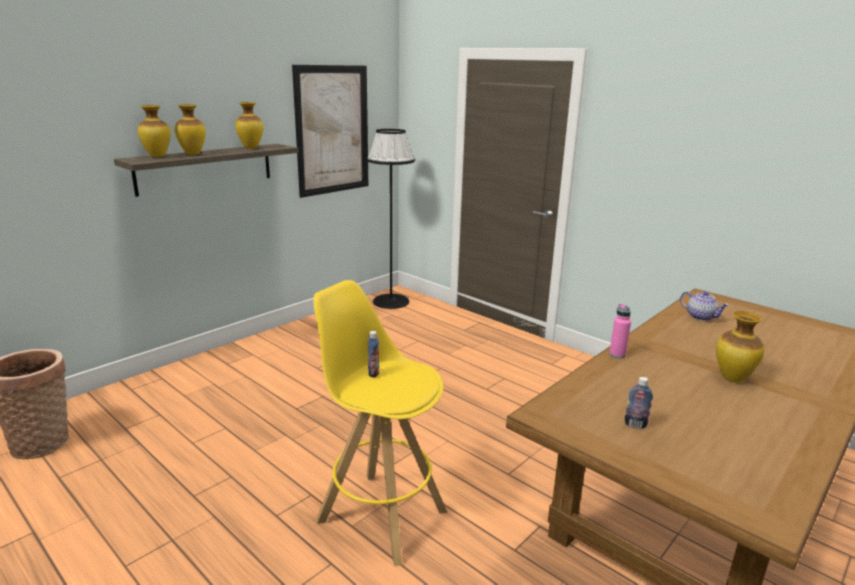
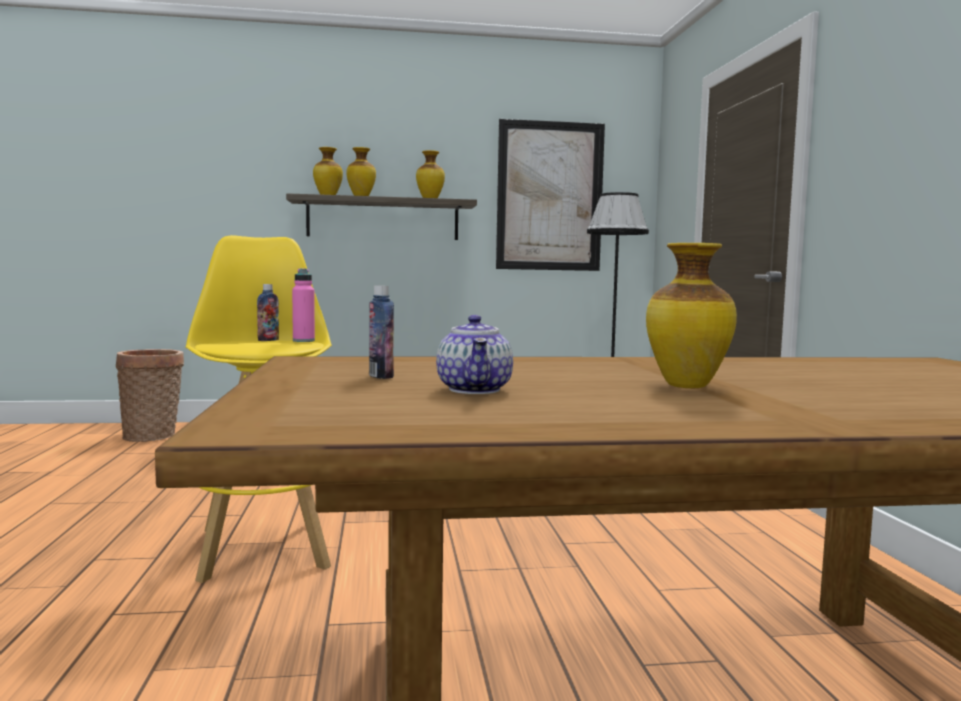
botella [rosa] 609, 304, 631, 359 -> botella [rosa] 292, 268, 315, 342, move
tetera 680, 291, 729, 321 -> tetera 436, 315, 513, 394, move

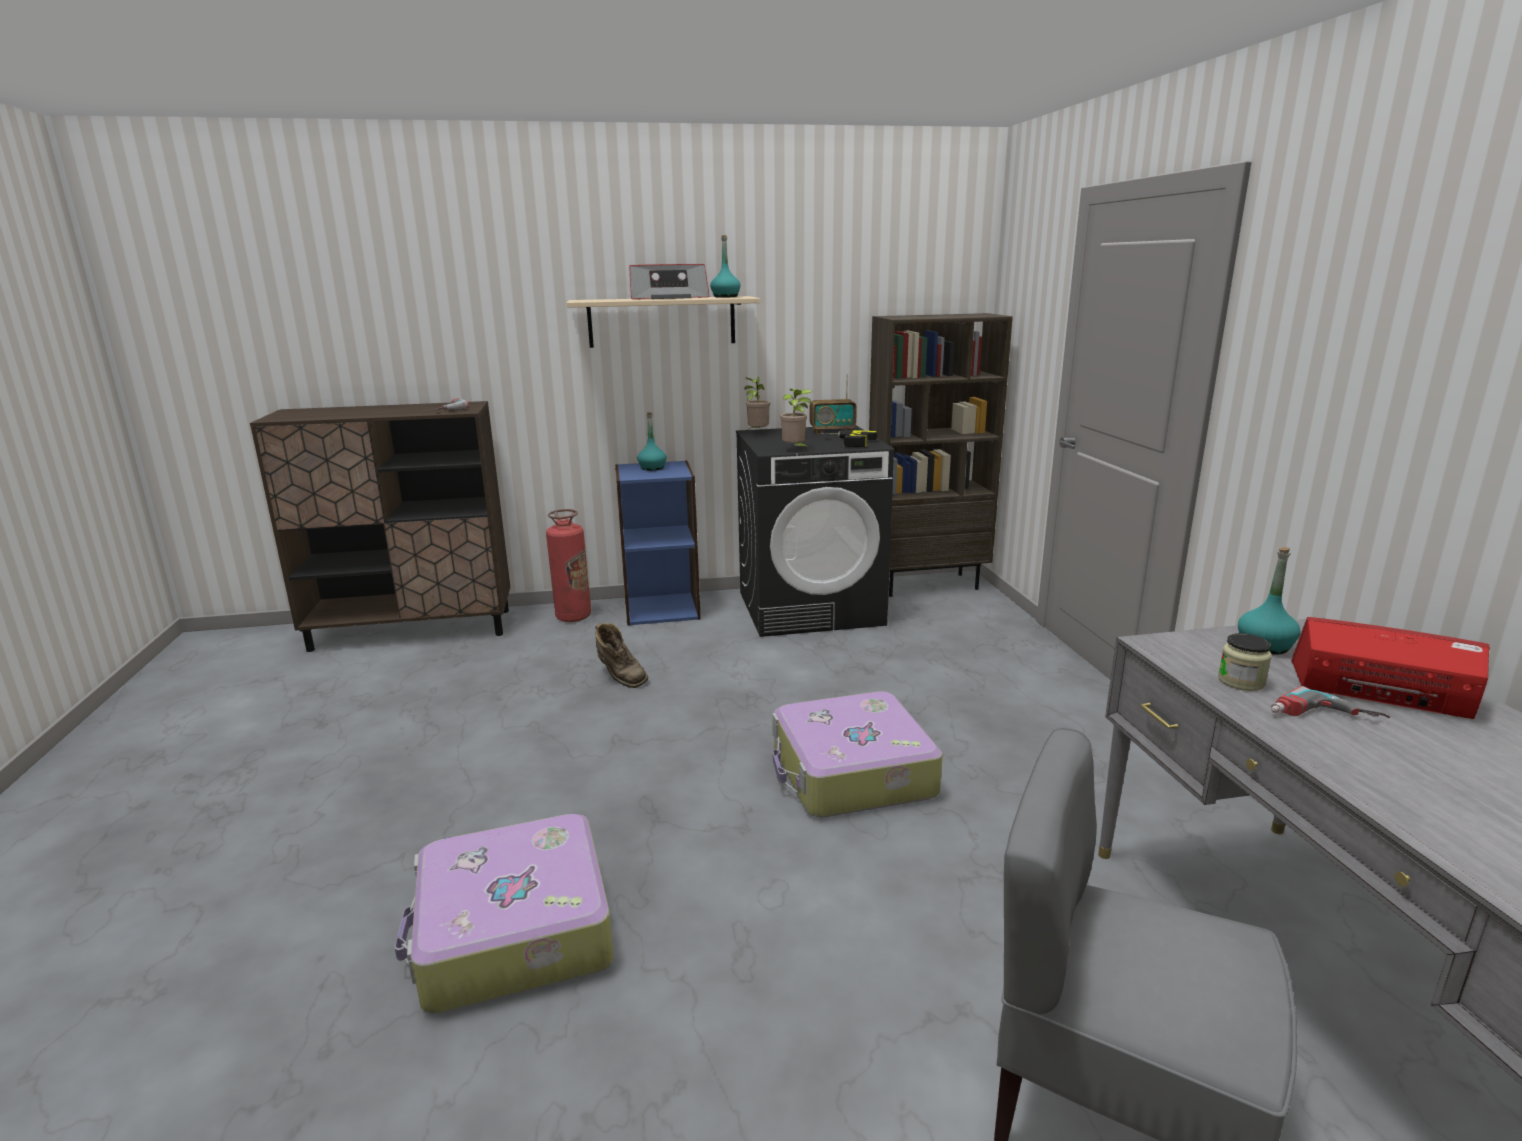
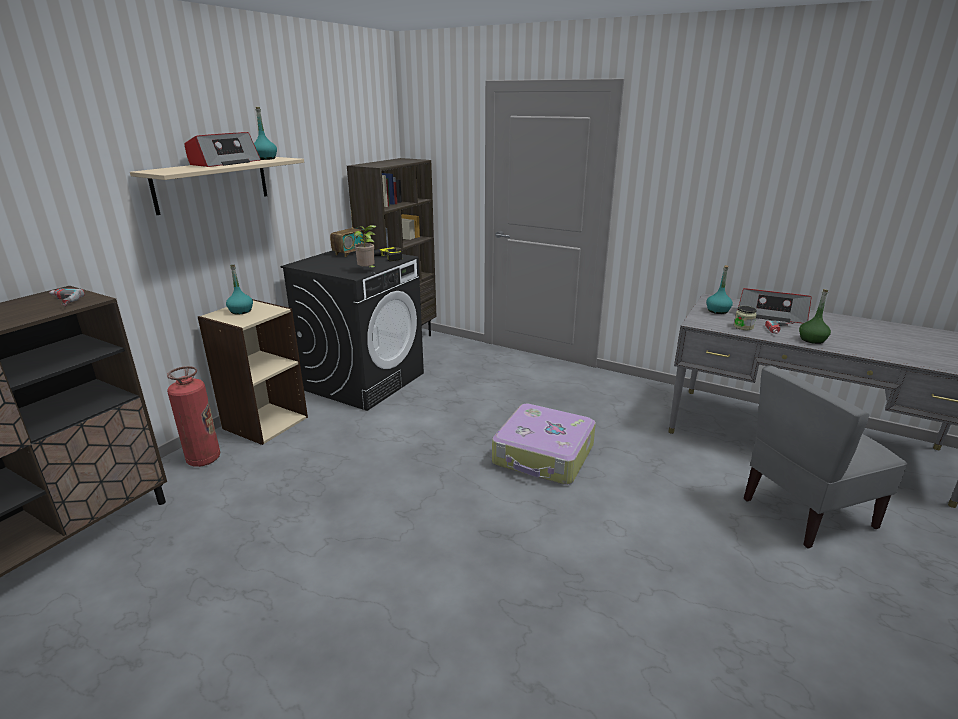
estantería [azul] 615, 460, 701, 626 -> estantería [beis] 198, 299, 308, 445
radio 1291, 617, 1490, 719 -> radio 738, 288, 812, 324, 135 degrees counterclockwise
none -> botella [verde] 799, 289, 831, 344
maleta 395, 814, 613, 1014 -> none
bota [marrón] 596, 623, 648, 688 -> none
planta en maceta 745, 376, 770, 431 -> none

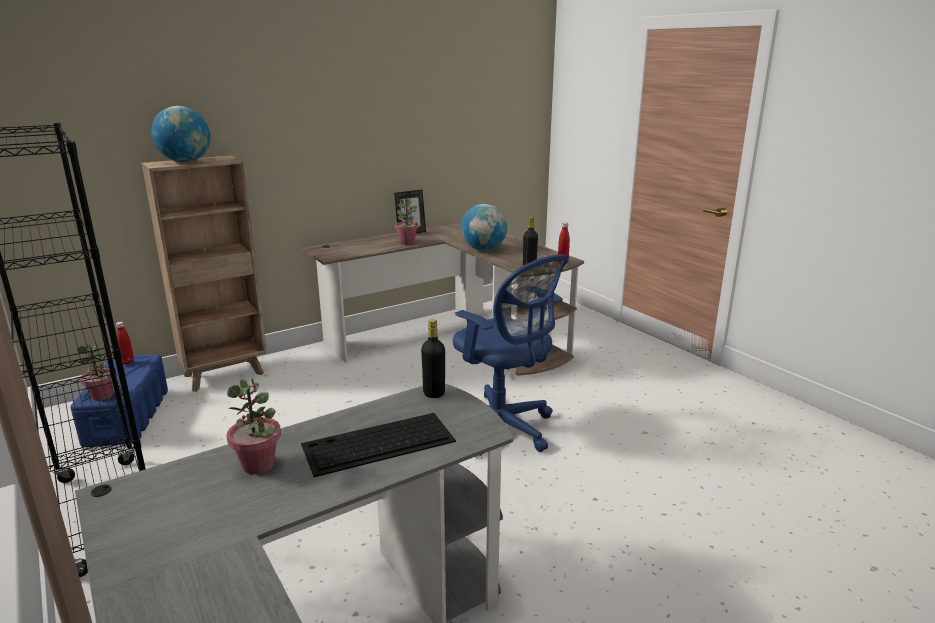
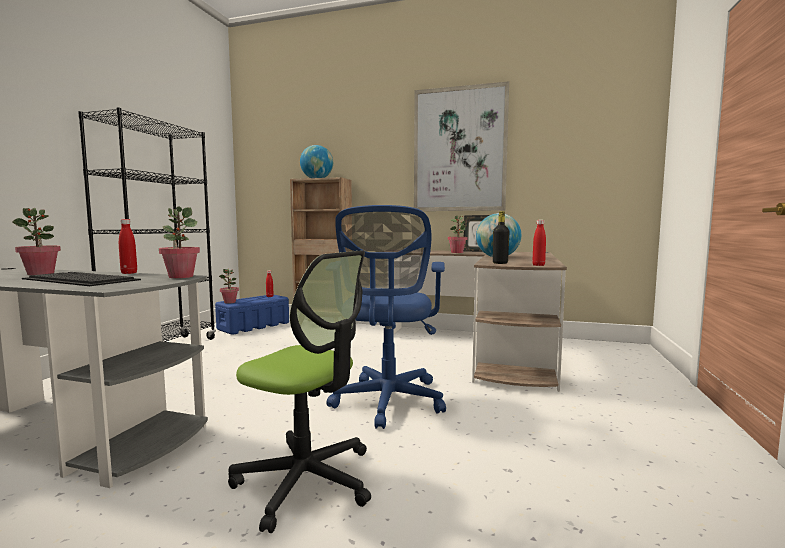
none -> botella [rojo] 119, 219, 137, 274
botella [negro] 421, 319, 445, 398 -> planta en maceta 159, 206, 200, 278
none -> silla de oficina 228, 251, 371, 533
none -> cuadro 414, 81, 509, 211

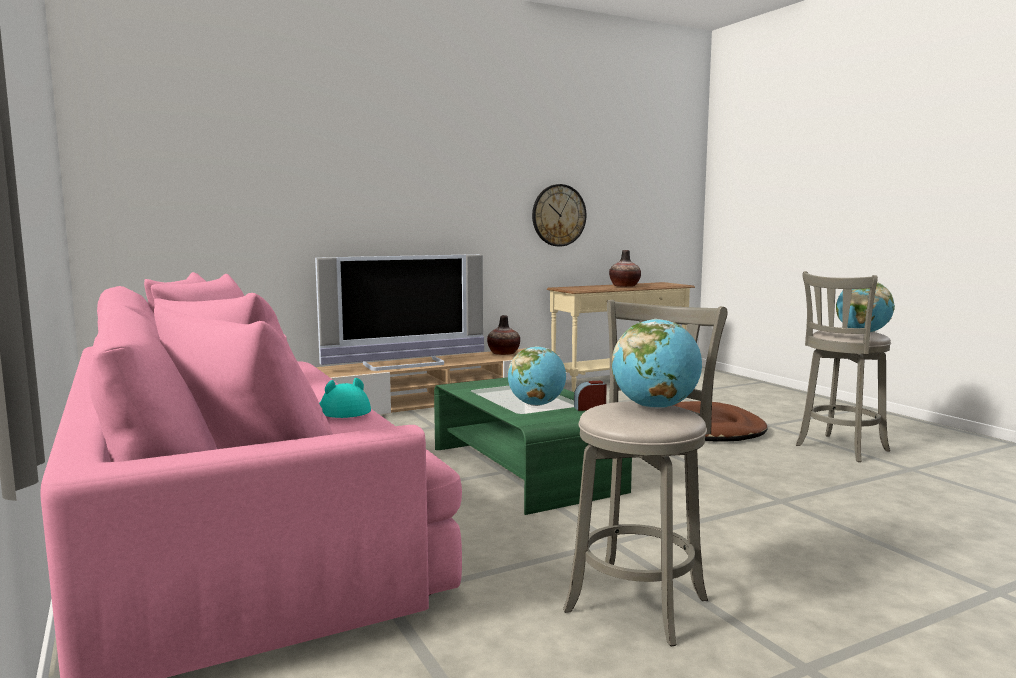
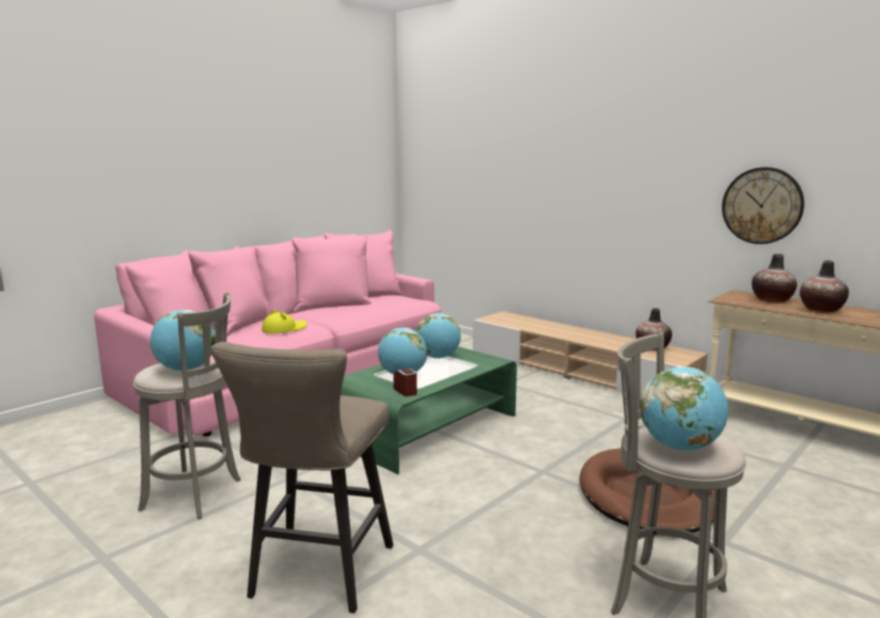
none -> taburete [beis] 211, 342, 393, 613
sombrero [turquesa] 319, 378, 371, 418 -> sombrero [amarillo] 262, 309, 307, 334
none -> globo terráqueo 416, 313, 461, 358
none -> florero 752, 254, 797, 302
televisor 315, 254, 484, 371 -> none

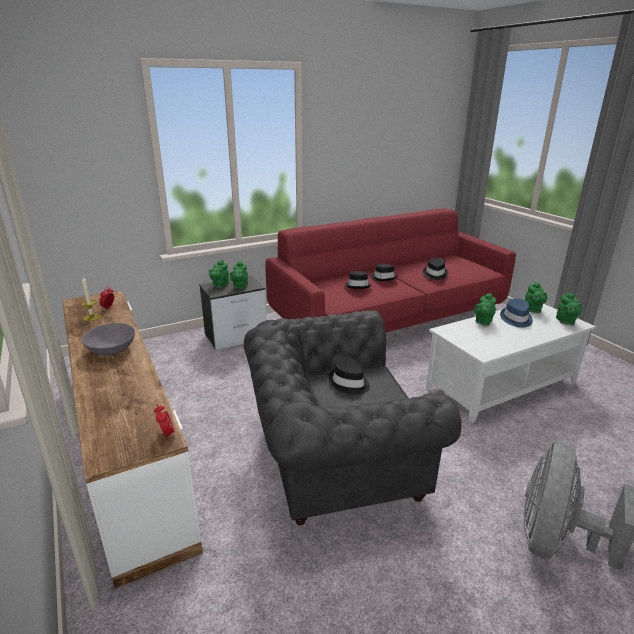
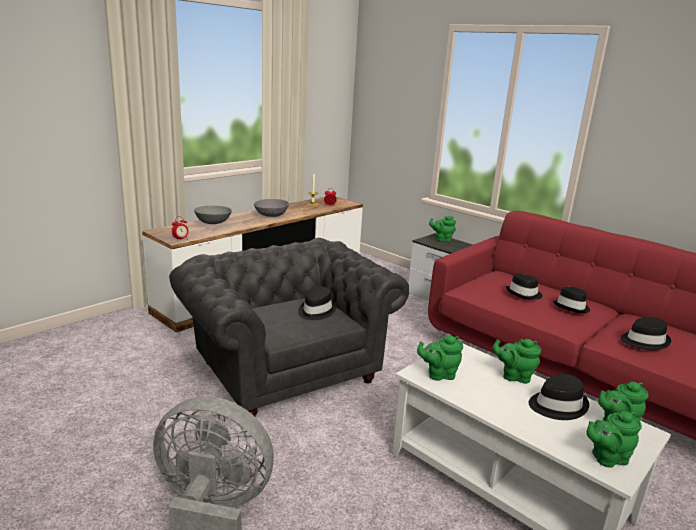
none -> cuenco [gris] 194, 206, 232, 224
tetera [verde] 230, 261, 248, 289 -> tetera [verde] 417, 335, 463, 381, move
sombrero [azul] 500, 298, 533, 328 -> sombrero [negro] 529, 374, 589, 420

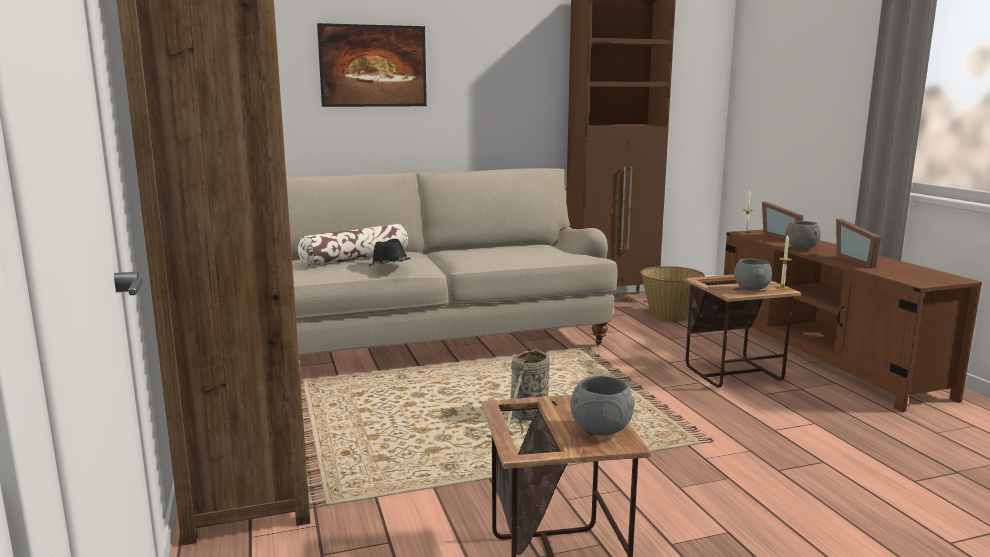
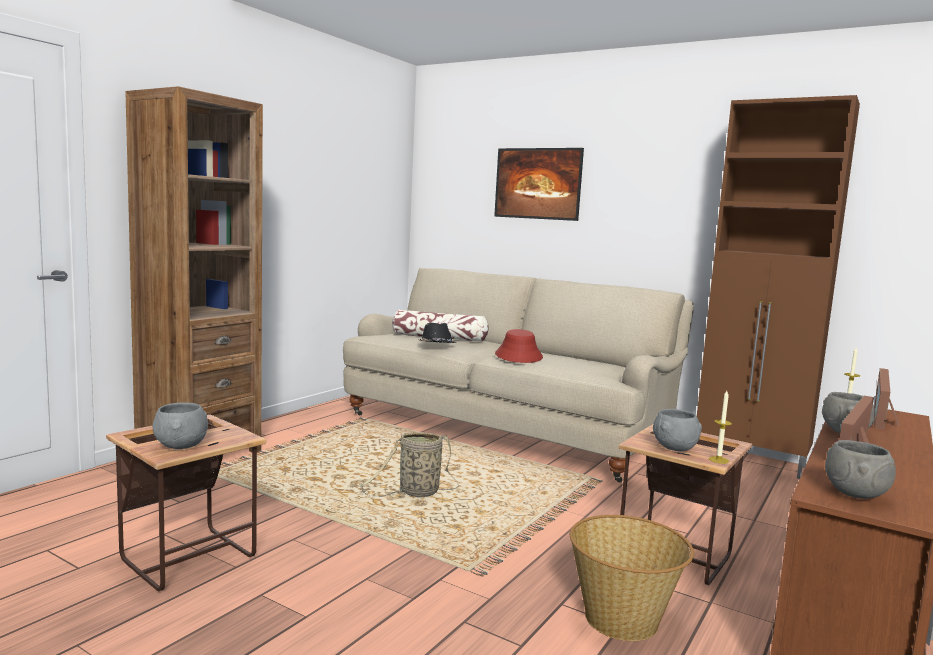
none -> sombrero [rojo] 495, 329, 543, 363
cesta 640, 266, 705, 322 -> cesta 570, 515, 694, 641, move
none -> cuenco [gris] 825, 440, 896, 499

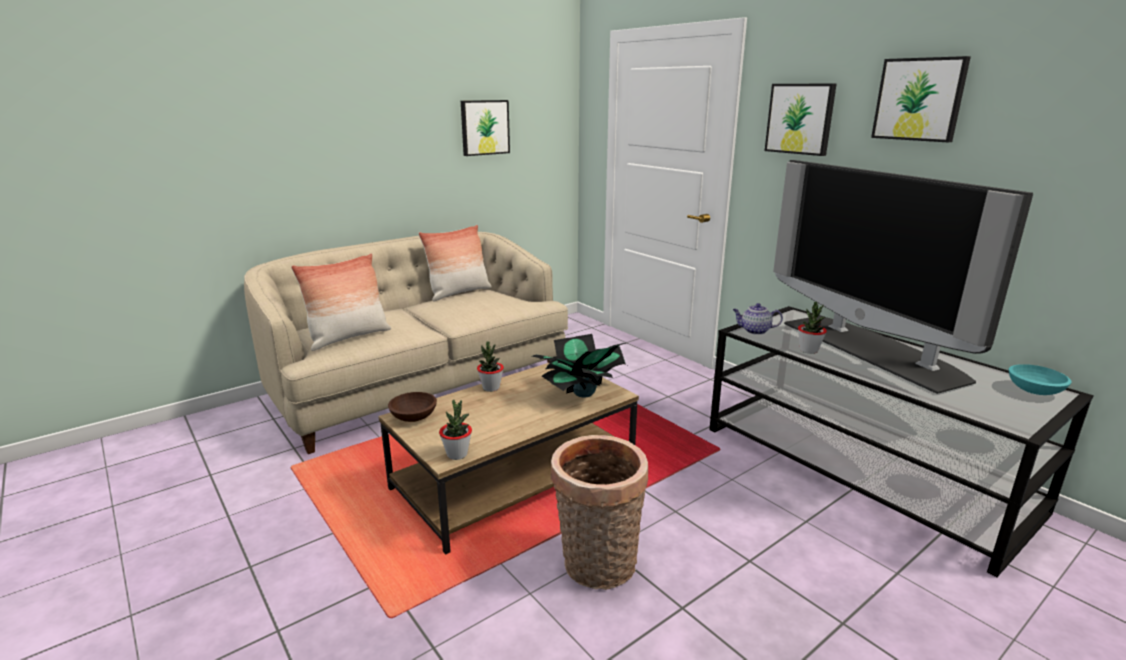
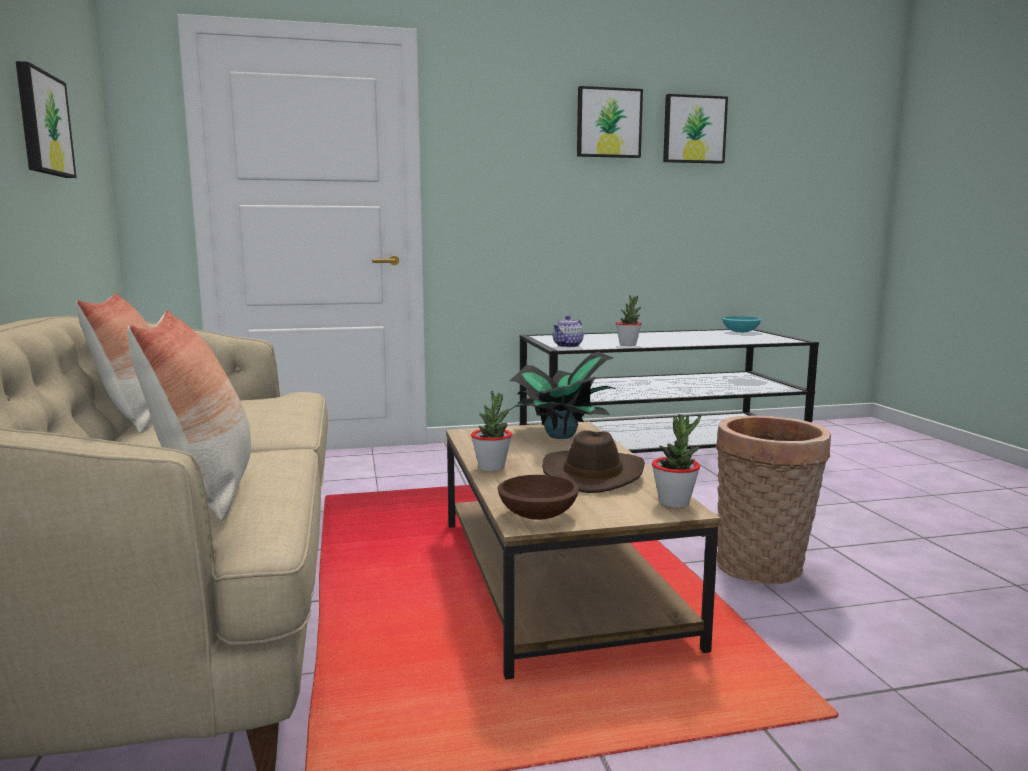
none -> sombrero [marrón] 542, 430, 645, 493
cuadro 765, 84, 837, 156 -> cuadro 663, 94, 728, 164, move
televisor 773, 160, 1033, 394 -> none

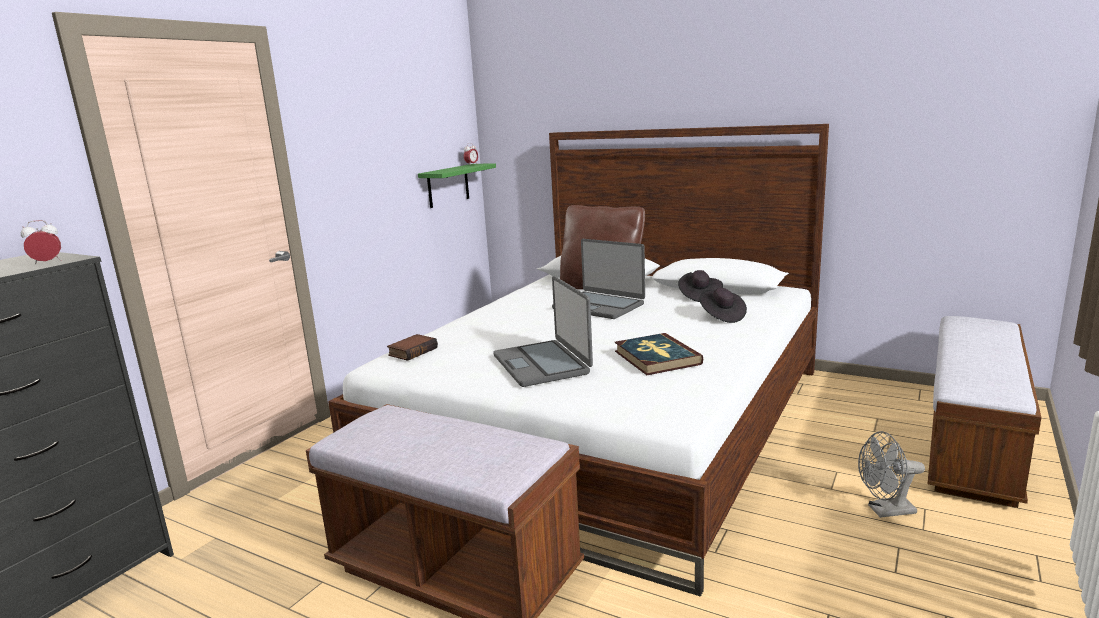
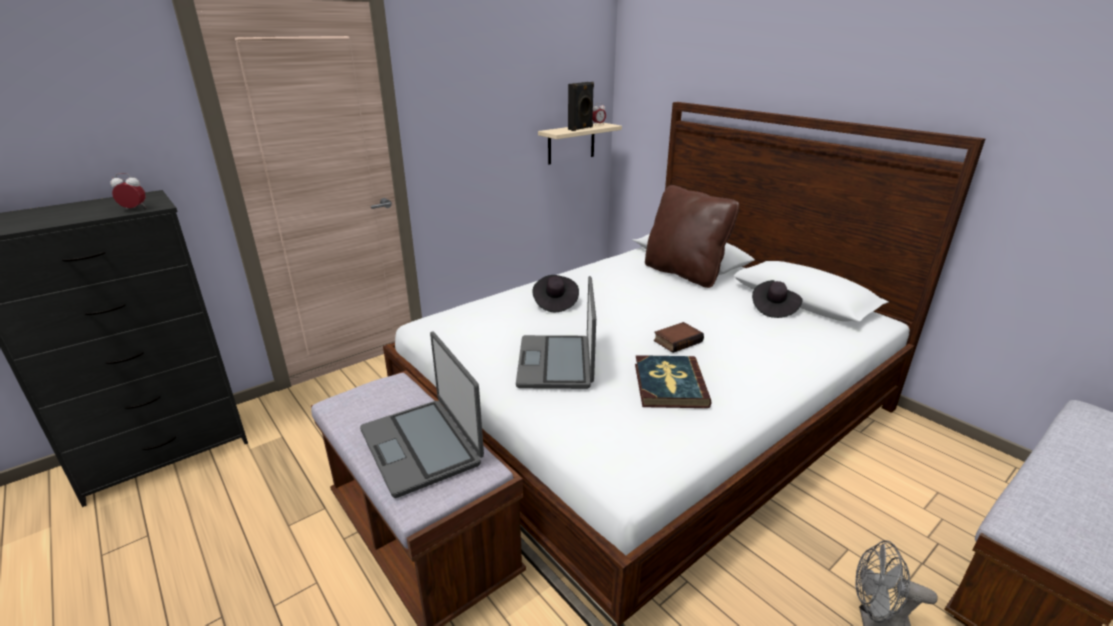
portátil 552, 239, 645, 319 -> portátil 360, 332, 484, 498, move
sombrero [negro] 699, 288, 747, 323 -> sombrero [negro] 532, 275, 579, 312, move
estante [verde] 418, 164, 496, 208 -> estante [beis] 538, 123, 622, 164
none -> altavoz [negro] 568, 82, 594, 131
libro 387, 334, 438, 361 -> libro 654, 322, 704, 353, move

